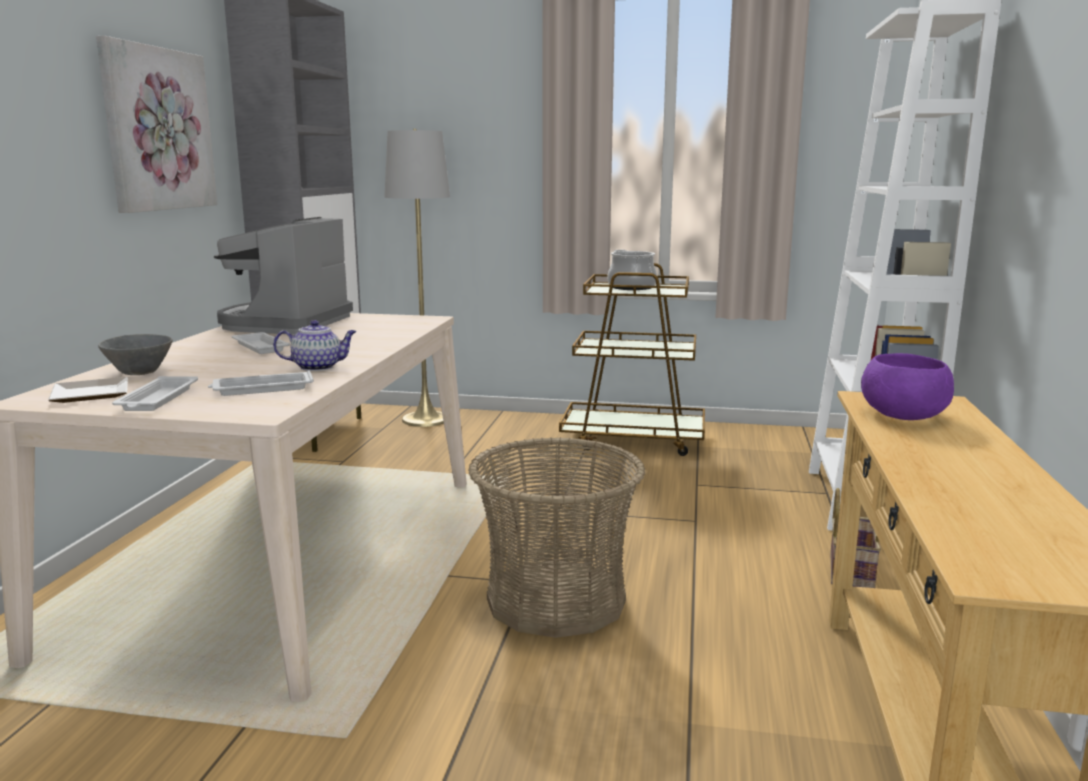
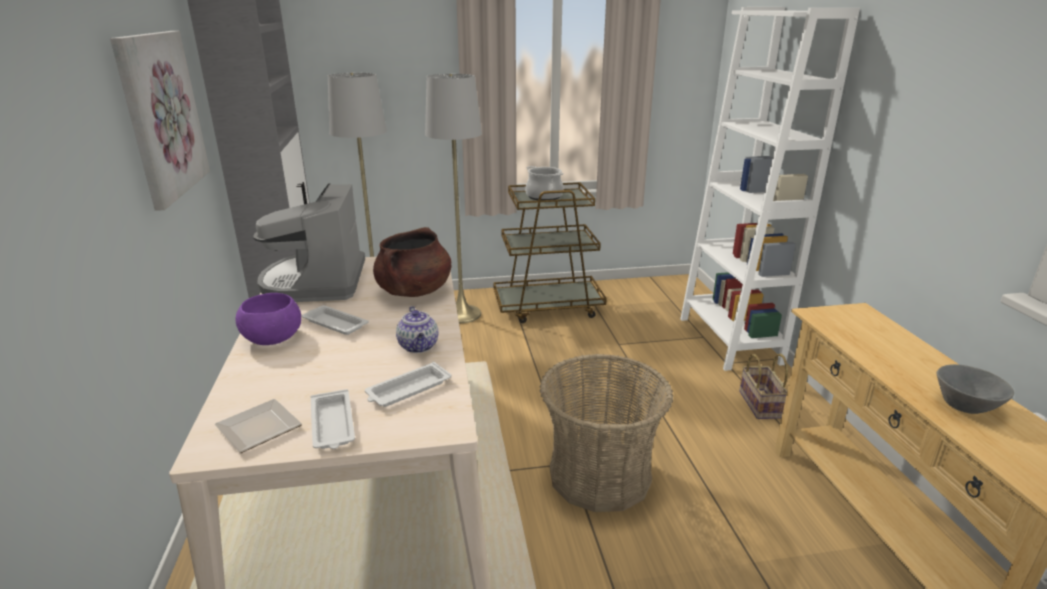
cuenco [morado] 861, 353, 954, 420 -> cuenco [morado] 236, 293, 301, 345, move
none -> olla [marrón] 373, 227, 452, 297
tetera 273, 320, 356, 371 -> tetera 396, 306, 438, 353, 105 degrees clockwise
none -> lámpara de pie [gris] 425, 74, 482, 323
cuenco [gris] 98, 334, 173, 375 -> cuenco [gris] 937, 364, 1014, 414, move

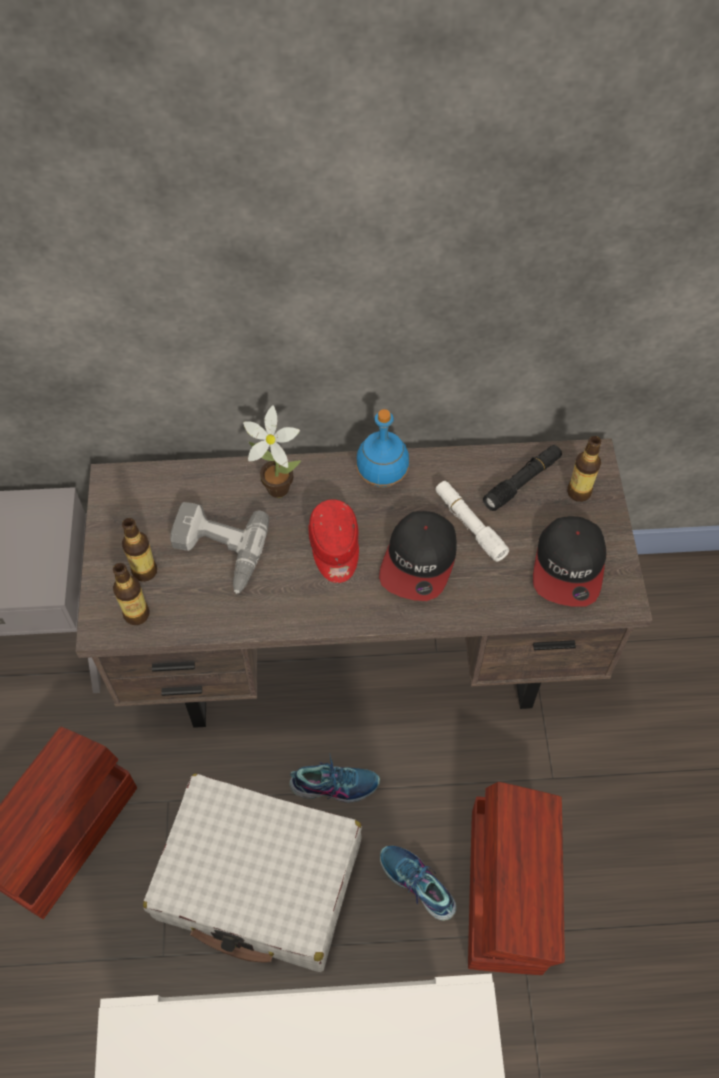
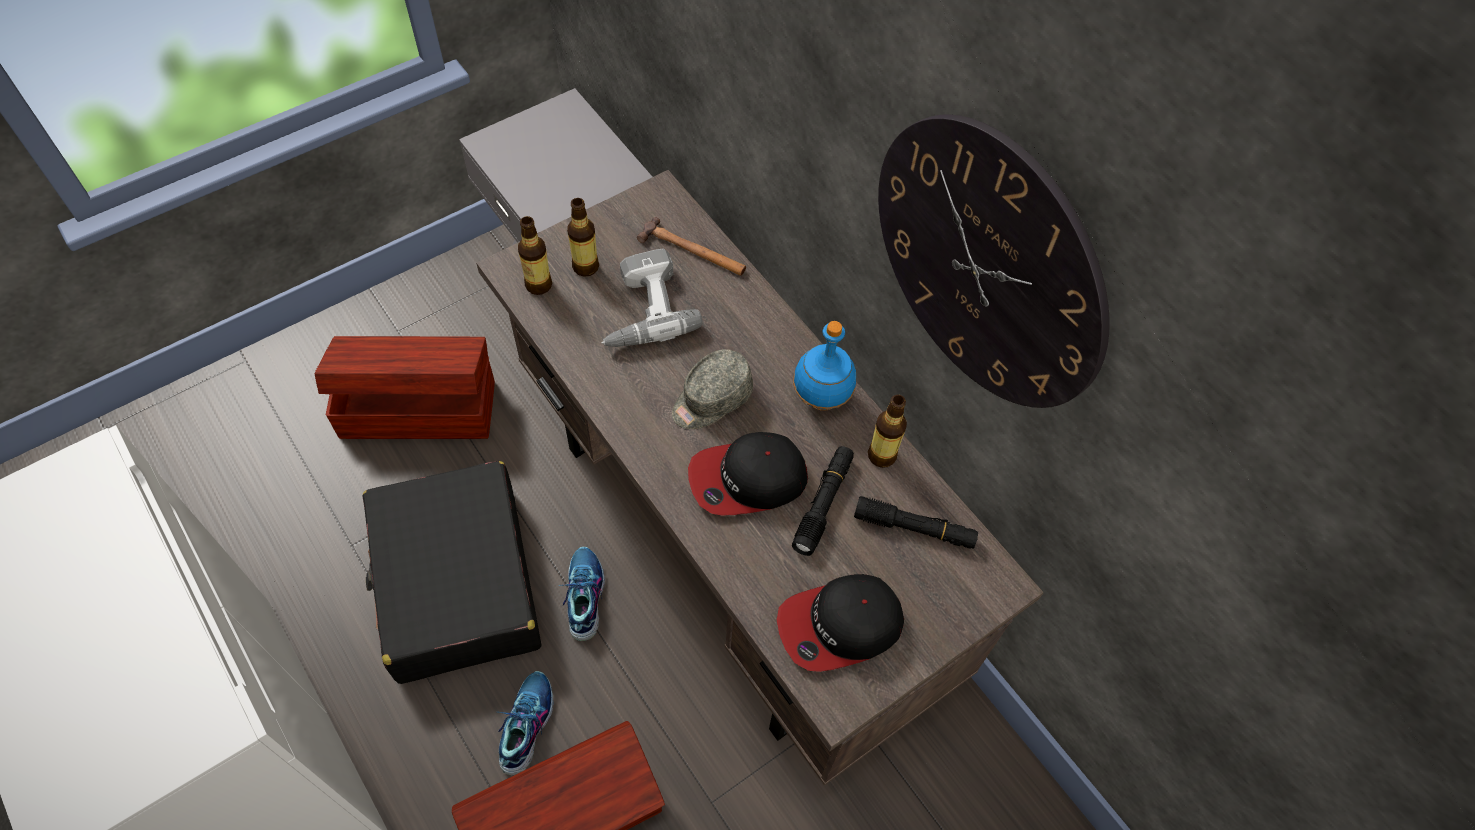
maleta [blanco] 143, 774, 362, 972 -> maleta [negro] 362, 461, 541, 684
zapato 290, 754, 380, 803 -> zapato 558, 547, 605, 641, 150 degrees counterclockwise
none -> martillo 637, 217, 746, 276
gorra [rojo] 309, 499, 359, 583 -> gorra [gris] 672, 349, 753, 429
linterna [blanco] 435, 481, 509, 562 -> linterna [negro] 792, 446, 854, 556
botella 567, 436, 601, 502 -> botella 868, 395, 907, 468, move
none -> reloj de pared 878, 114, 1110, 408
planta en maceta 243, 405, 301, 498 -> none

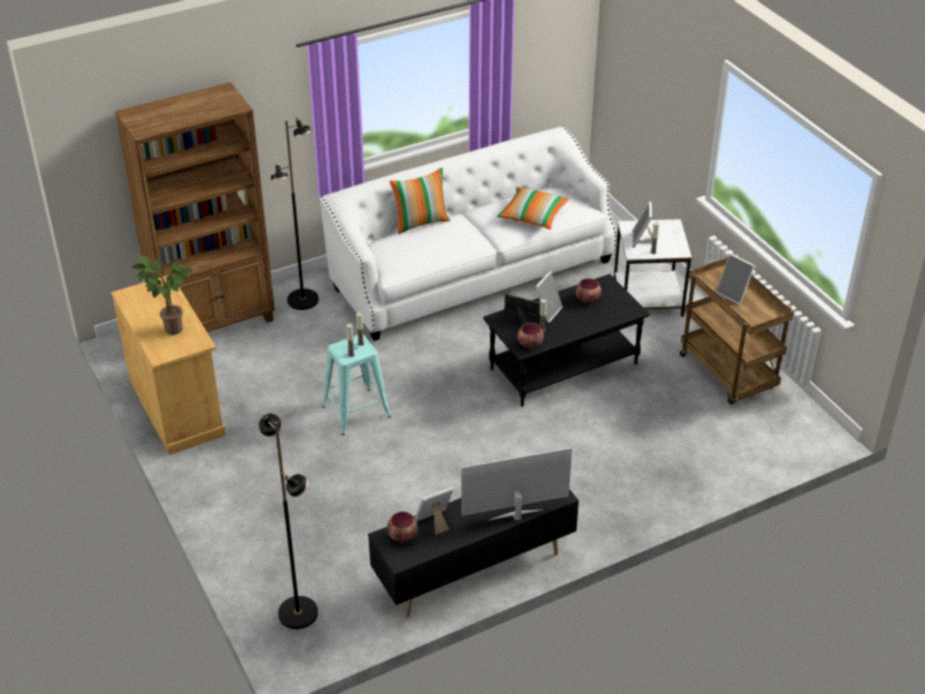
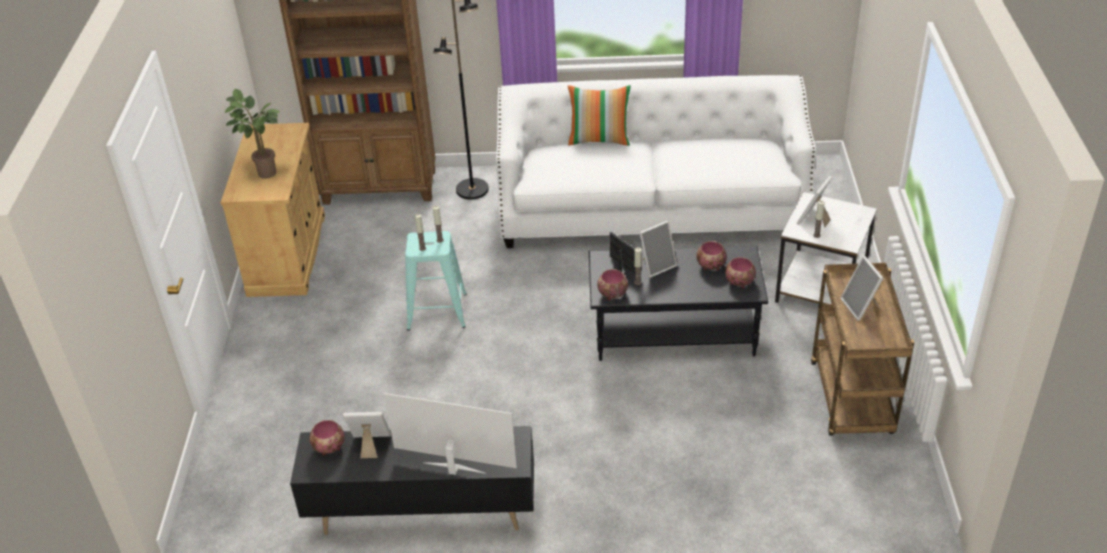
none -> cuenco 725, 257, 756, 289
lámpara de pie [negro] 259, 414, 318, 629 -> none
cojín 497, 187, 569, 229 -> none

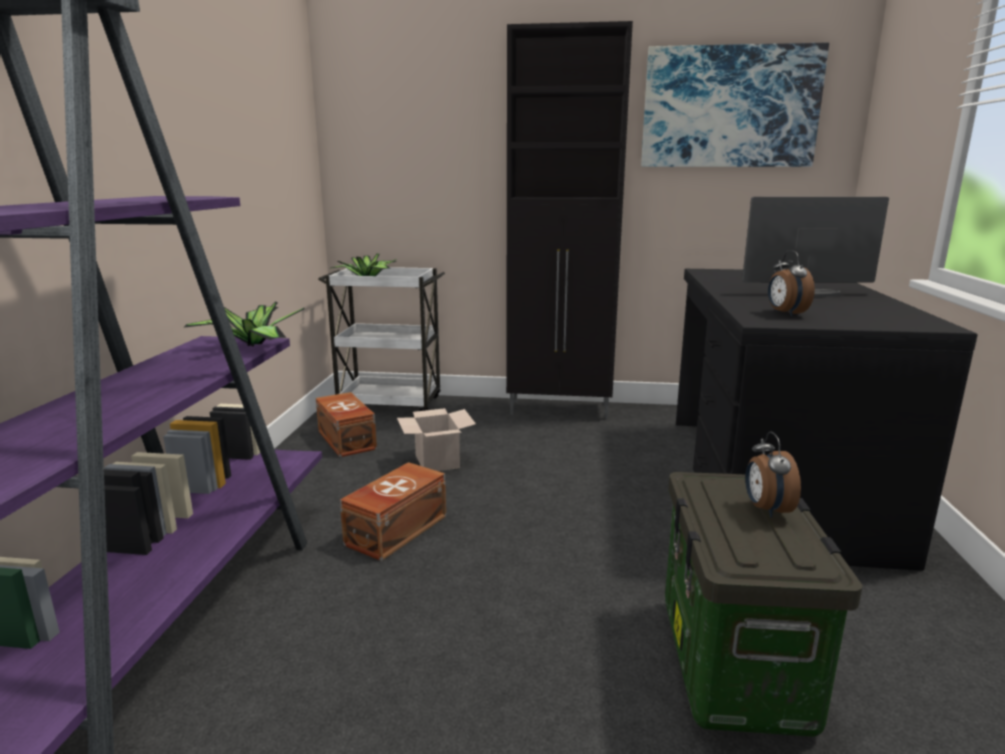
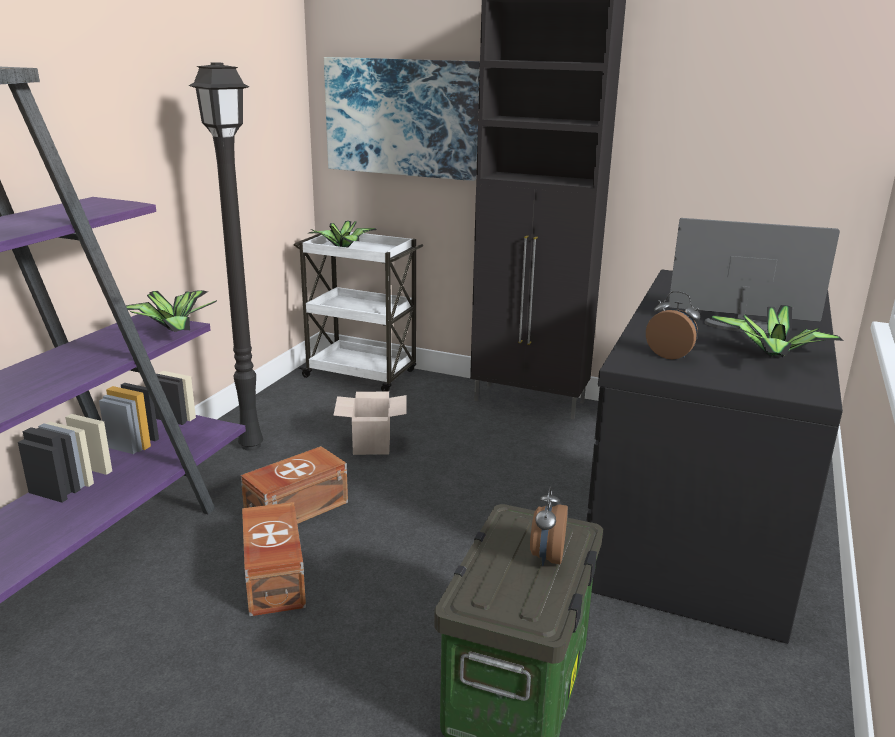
none -> lámpara de pie [negro] 188, 63, 263, 450
caja de almacenaje [marrón] 316, 392, 377, 457 -> caja de almacenaje [marrón] 242, 502, 306, 616, move
cuadro 641, 43, 829, 167 -> cuadro 324, 57, 480, 181, move
despertador 768, 250, 815, 316 -> despertador 646, 291, 700, 359, 120 degrees clockwise
none -> planta en maceta 710, 305, 844, 359

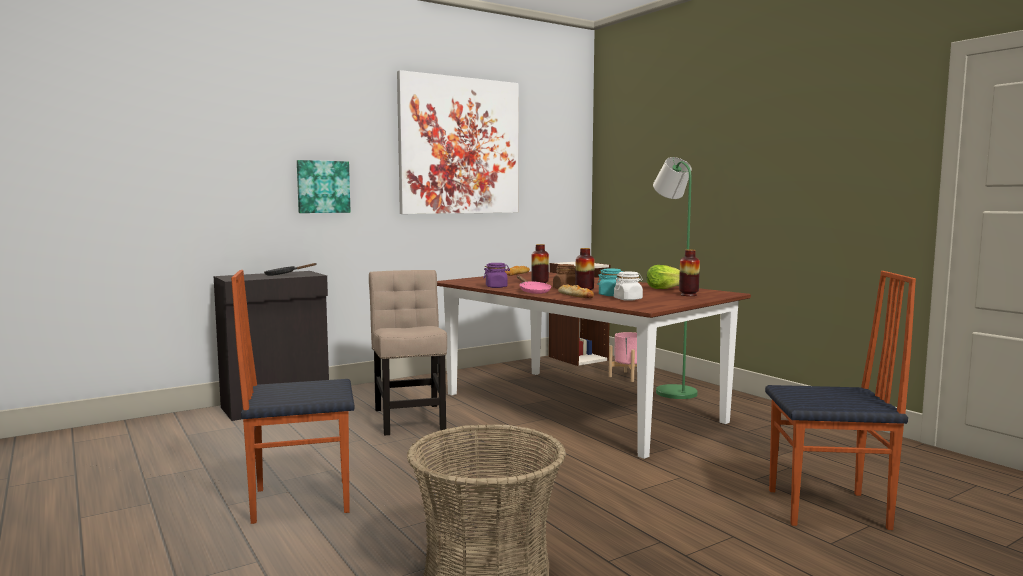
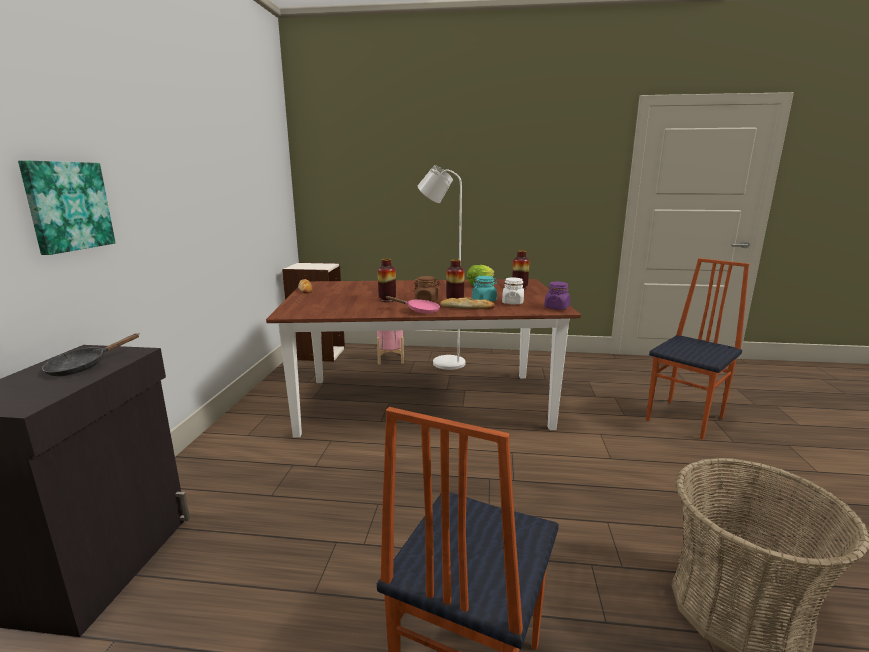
lámpara de pie [verde] 653, 157, 698, 399 -> lámpara de pie [blanco] 418, 165, 466, 370
tarro [morado] 483, 263, 510, 288 -> tarro [morado] 544, 282, 570, 310, move
silla [beis] 369, 270, 447, 435 -> none
cuadro 397, 70, 519, 214 -> none

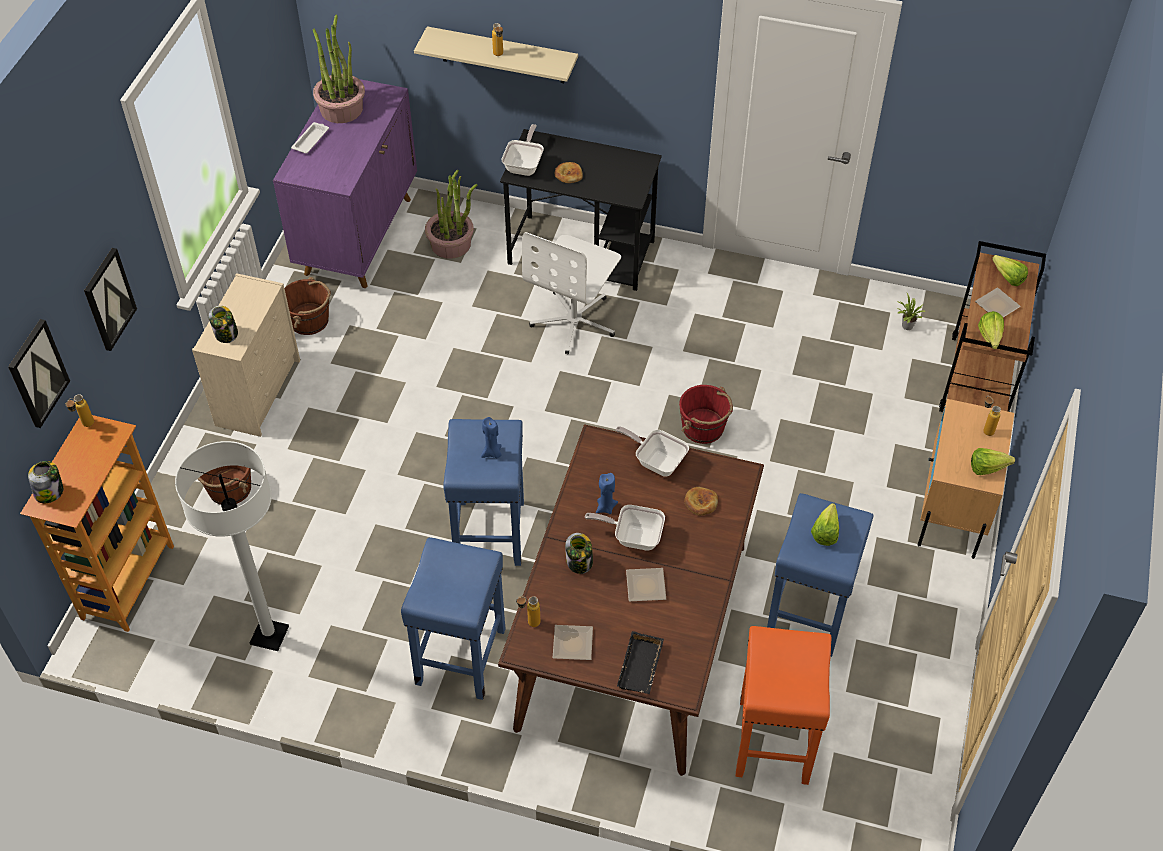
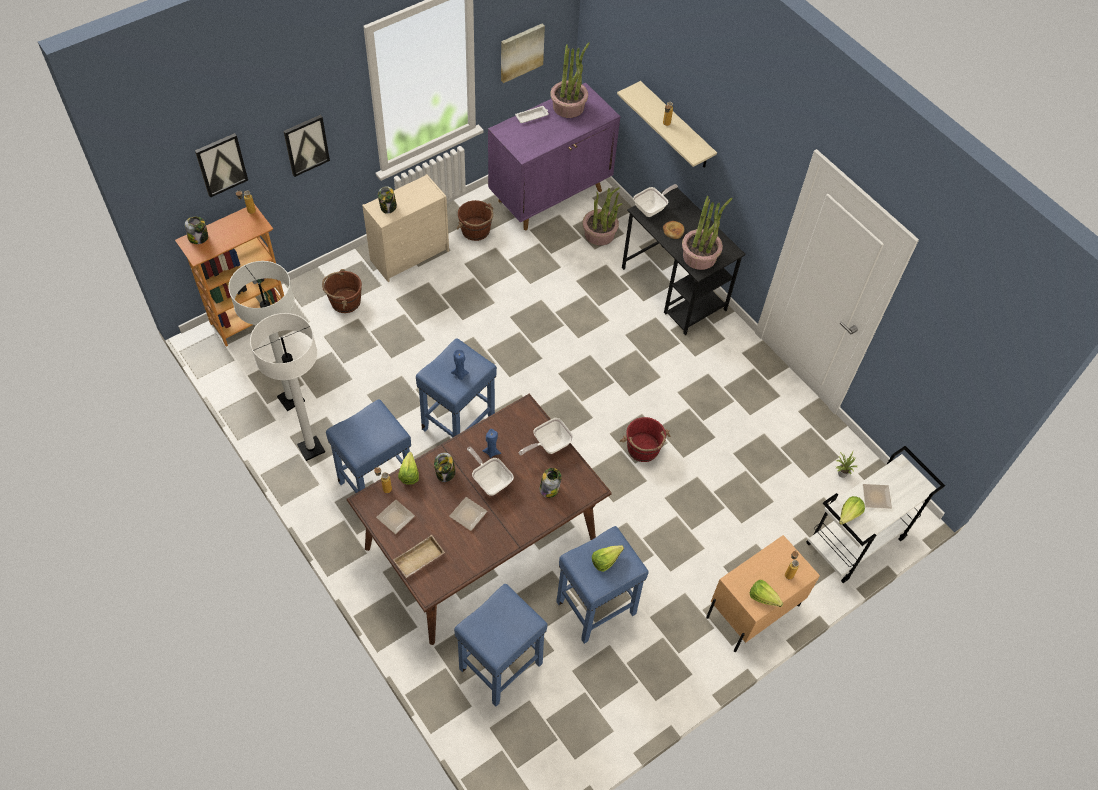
none -> lámpara de pie [blanco] 250, 313, 325, 461
bandeja [negro] 617, 631, 664, 694 -> bandeja [beis] 393, 535, 445, 578
lechuga 992, 255, 1028, 286 -> lechuga 398, 452, 419, 485, move
taburete [naranja] 736, 626, 831, 785 -> taburete [azul] 454, 584, 548, 707
none -> cuadro 501, 24, 545, 83
sartén 615, 426, 689, 477 -> sartén 519, 418, 574, 456, 105 degrees counterclockwise
pan 684, 487, 718, 516 -> tarro 540, 468, 562, 498
none -> planta en maceta 682, 196, 733, 270
carrito [marrón] 939, 241, 1046, 412 -> carrito [blanco] 806, 446, 945, 583
silla de oficina [blanco] 522, 232, 621, 354 -> none

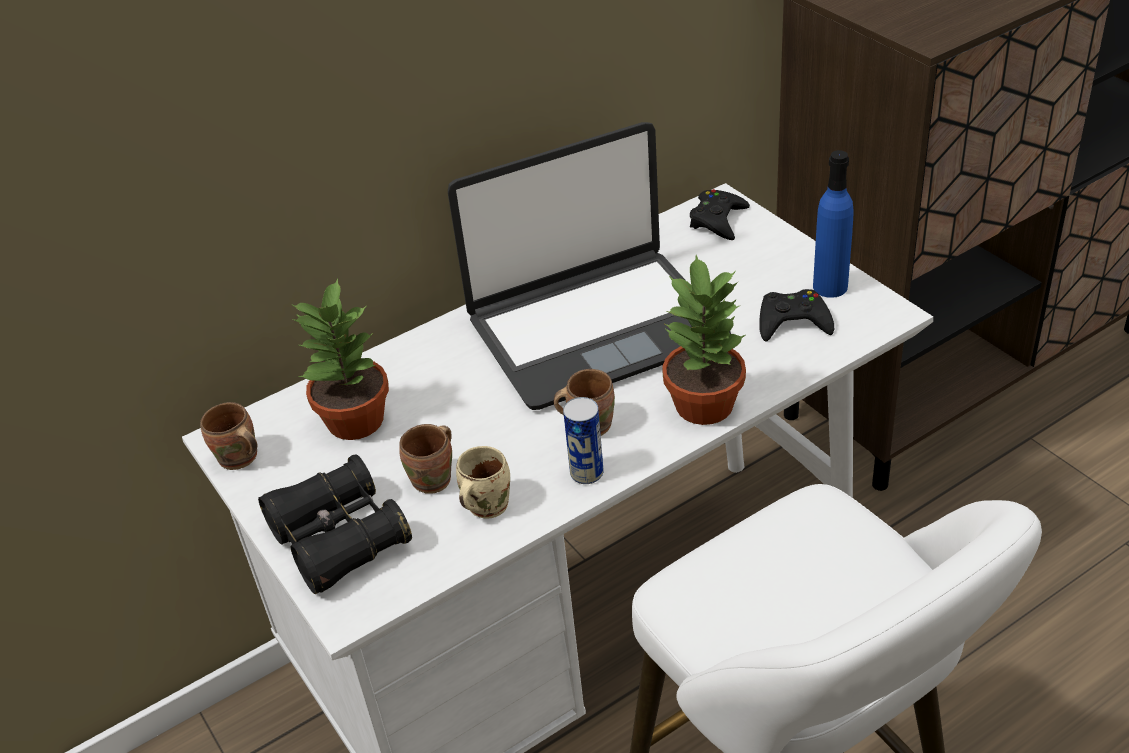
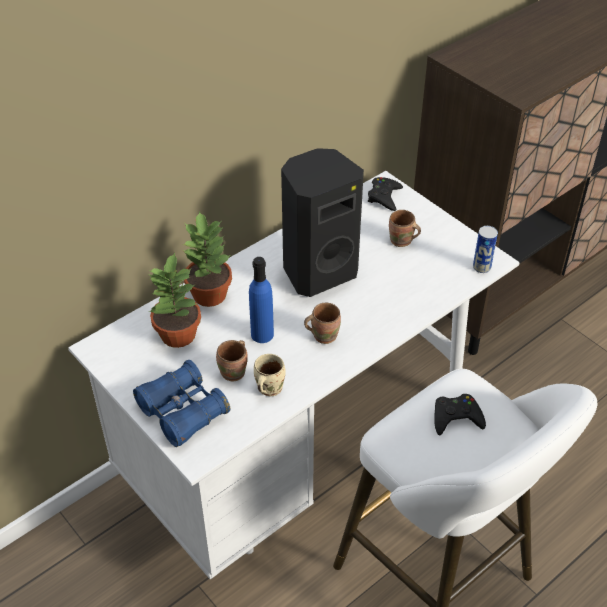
prismáticos [negro] 258, 454, 412, 594 -> prismáticos [azul] 133, 360, 230, 447
planta en maceta 662, 255, 746, 425 -> planta en maceta 183, 211, 232, 307, move
botella [azul] 813, 150, 854, 298 -> botella [azul] 249, 257, 274, 343, move
portátil 448, 122, 731, 410 -> altavoz [negro] 281, 148, 364, 297
taza grande [marrón] 200, 402, 257, 470 -> taza grande [marrón] 389, 210, 421, 247, move
mando de consola [negro] 759, 289, 834, 341 -> mando de consola [negro] 434, 394, 486, 435, move
lata 563, 397, 604, 484 -> lata 473, 226, 498, 273, move

